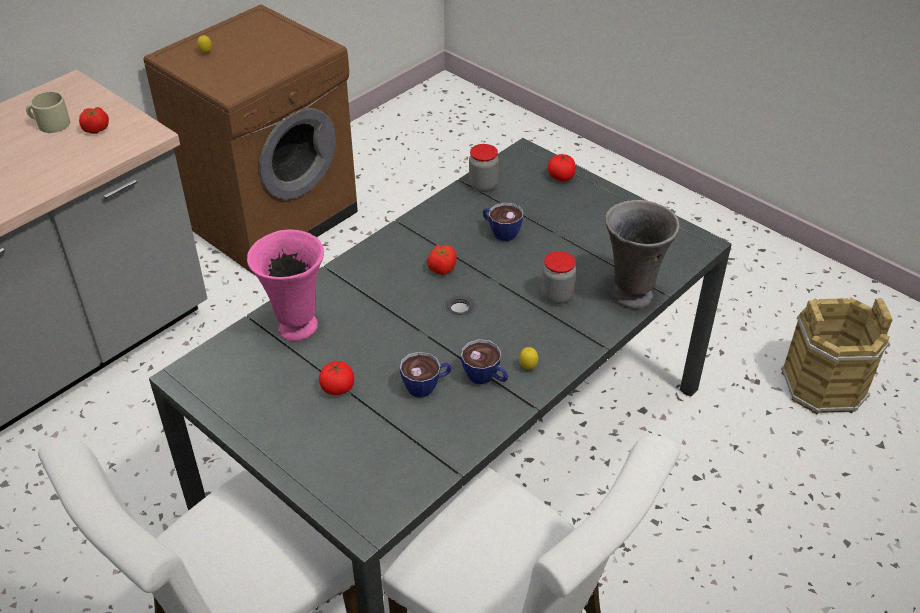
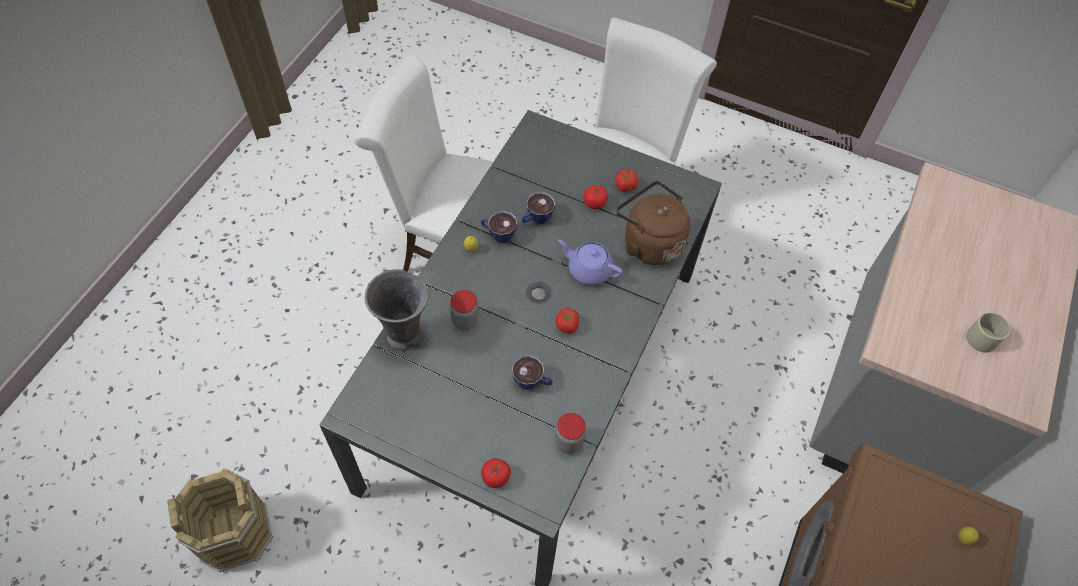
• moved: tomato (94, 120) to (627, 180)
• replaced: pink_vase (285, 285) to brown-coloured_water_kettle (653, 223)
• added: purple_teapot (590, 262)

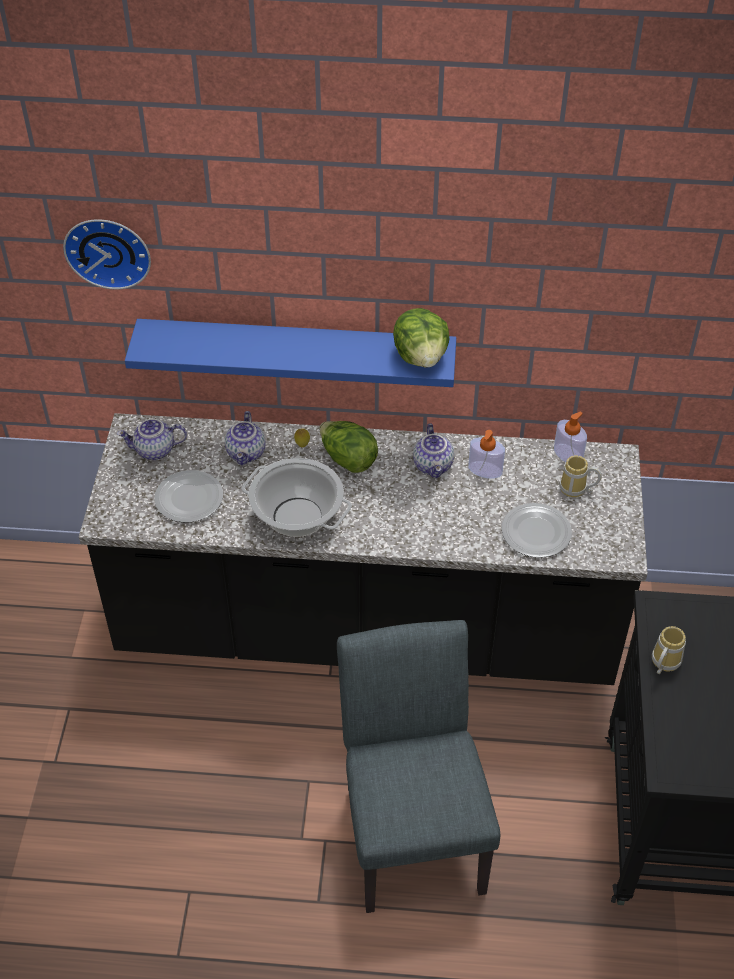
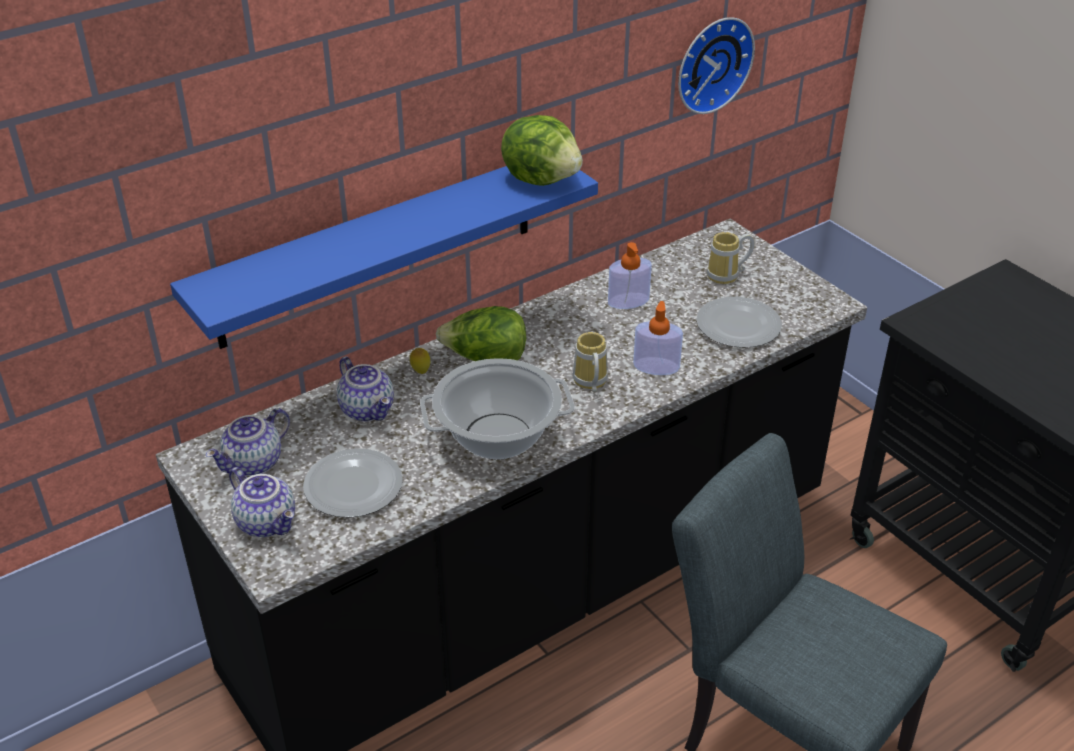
• moved: clock_on_the_wall (107, 254) to (716, 65)
• moved: teapot (433, 450) to (262, 502)
• moved: liquid_soap_bottle (570, 437) to (658, 338)
• moved: coffee_mug (669, 650) to (590, 362)

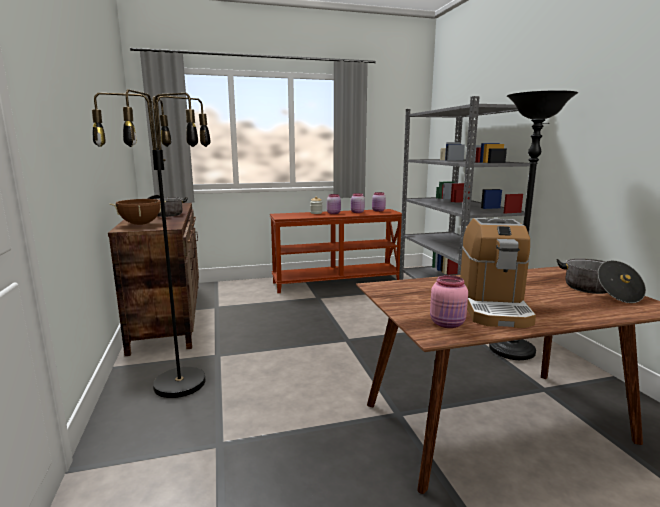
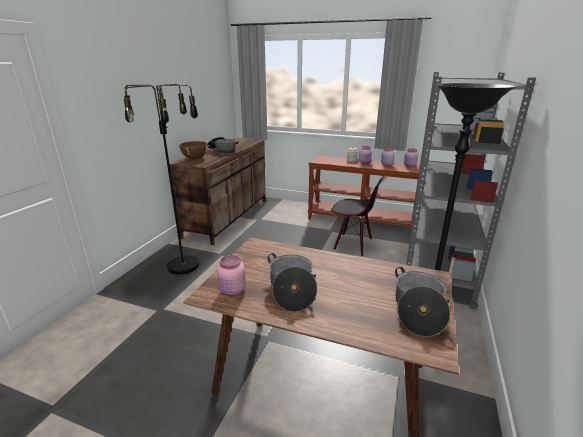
• replaced: coffee_machine (498, 273) to saucepot (292, 282)
• added: black_upright_chair (358, 216)

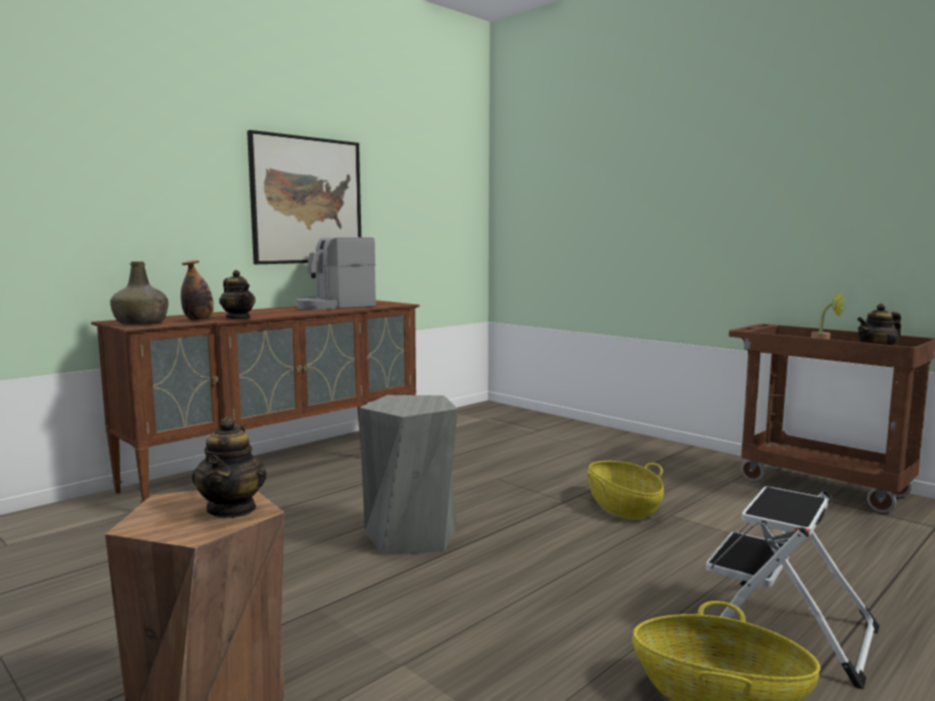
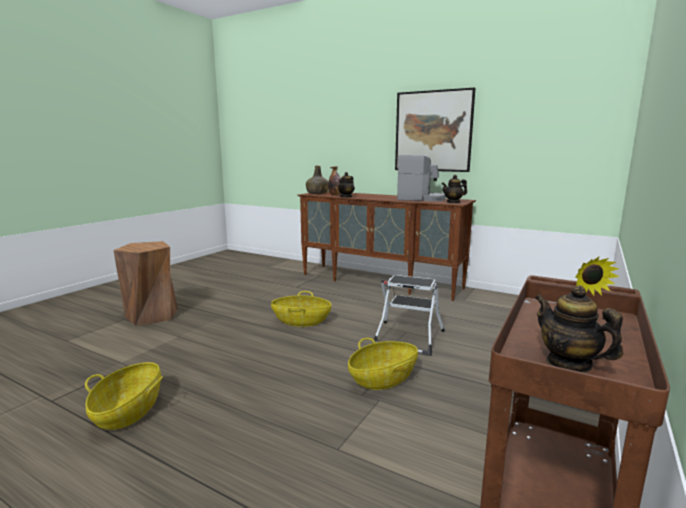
• moved: teapot (229, 467) to (454, 189)
• turned: coffee_machine (336, 273) = (421, 178) 150 degrees clockwise
• replaced: gray_stool_seat (408, 475) to basket (301, 309)
• moved: step_stool (792, 587) to (409, 315)

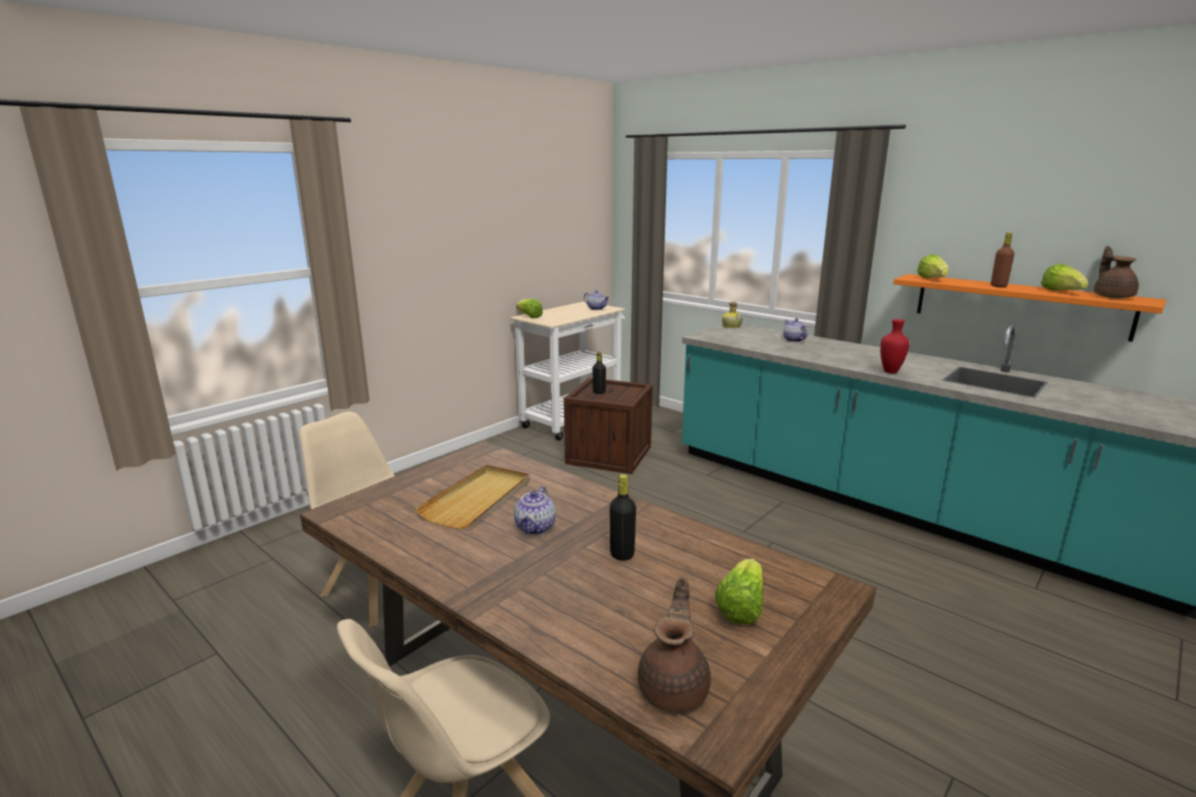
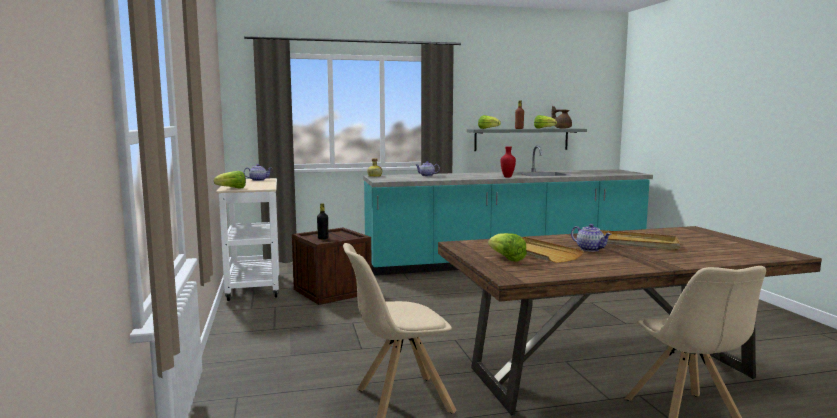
• replaced: black_drink_bottle (623, 517) to beige_serving_tray (640, 240)
• removed: brown-coloured_teapot (674, 644)
• moved: lettuce_head (739, 591) to (507, 247)
• recoloured: orangey_wall_shelf (1029, 308) to gray_wall_shelf (527, 139)

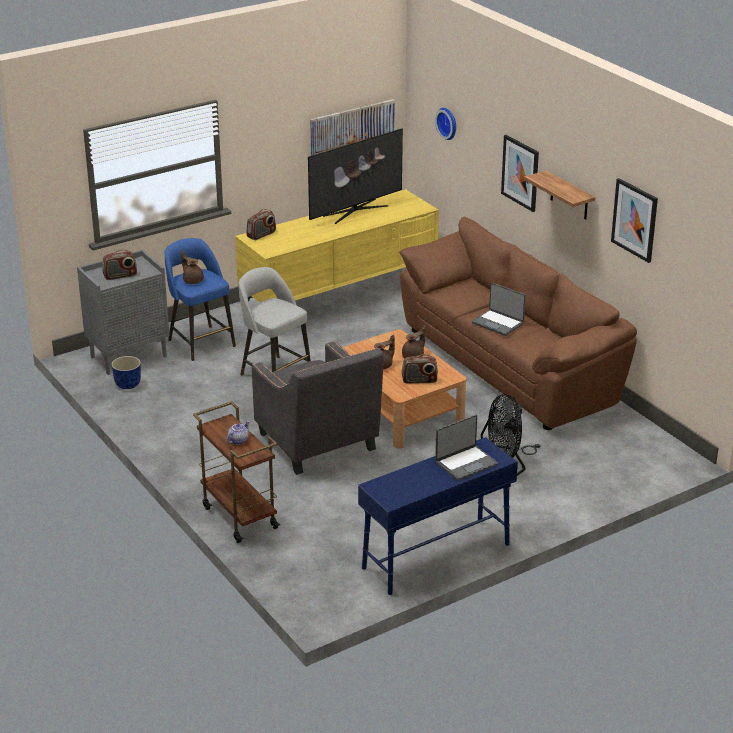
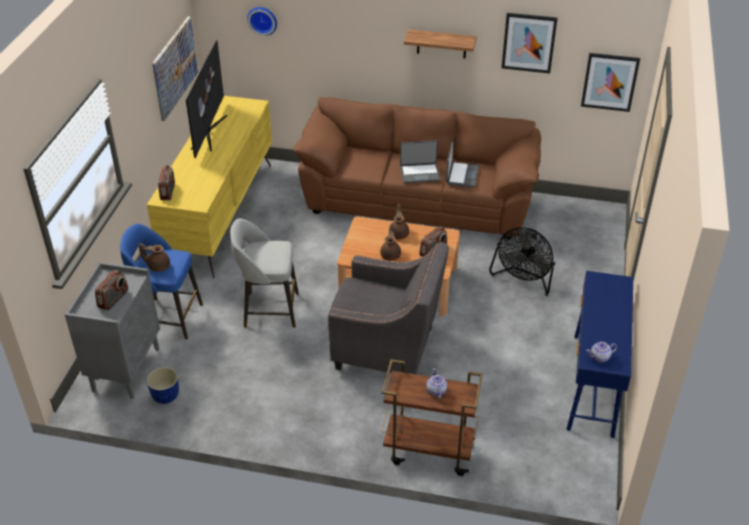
• moved: laptop (466, 448) to (462, 163)
• moved: picture (520, 173) to (610, 82)
• added: teapot (601, 352)

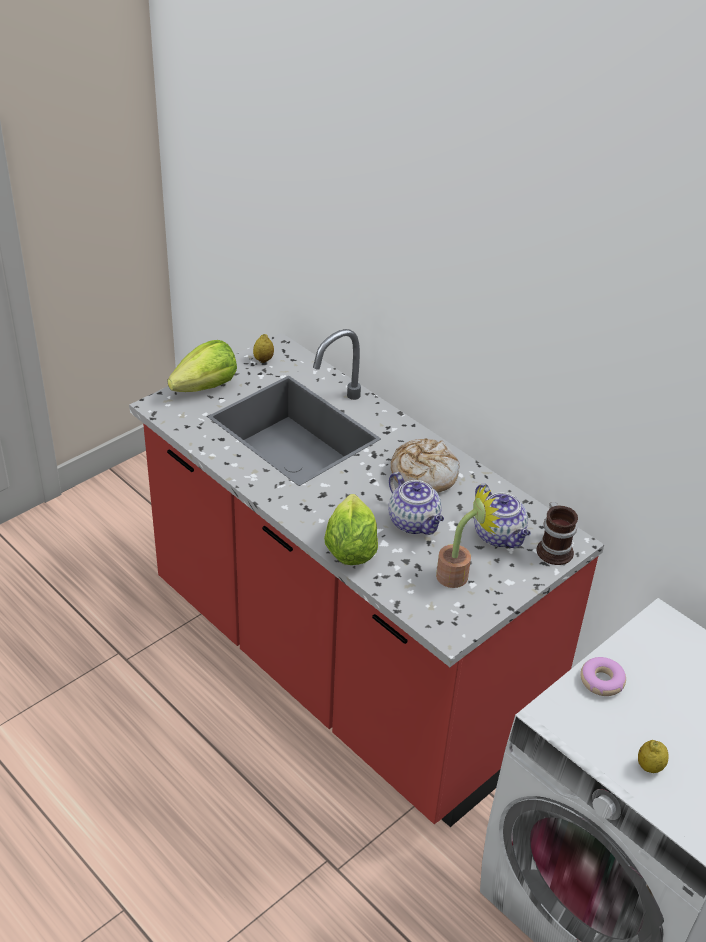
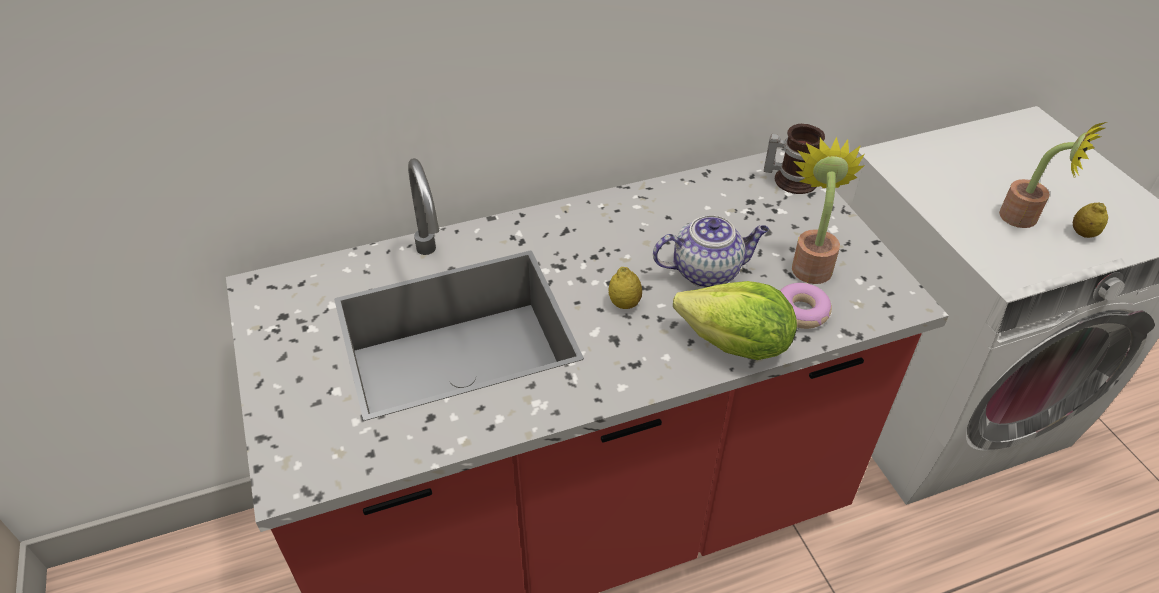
• removed: lettuce_head (202, 366)
• moved: whole_lemon (263, 348) to (625, 288)
• removed: baked_bread (425, 465)
• removed: teapot (502, 515)
• moved: donut (603, 676) to (806, 306)
• added: houseplant (1053, 175)

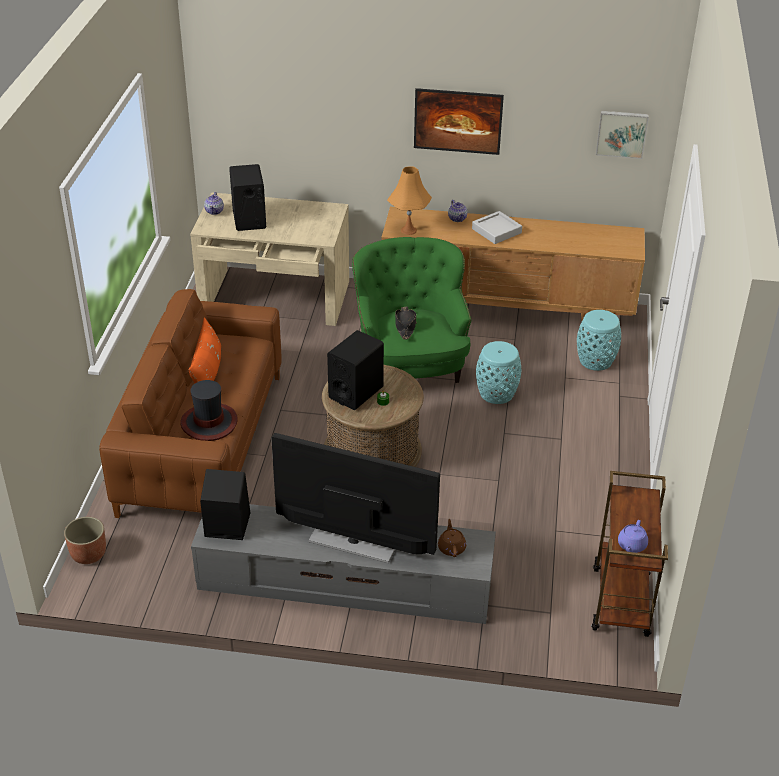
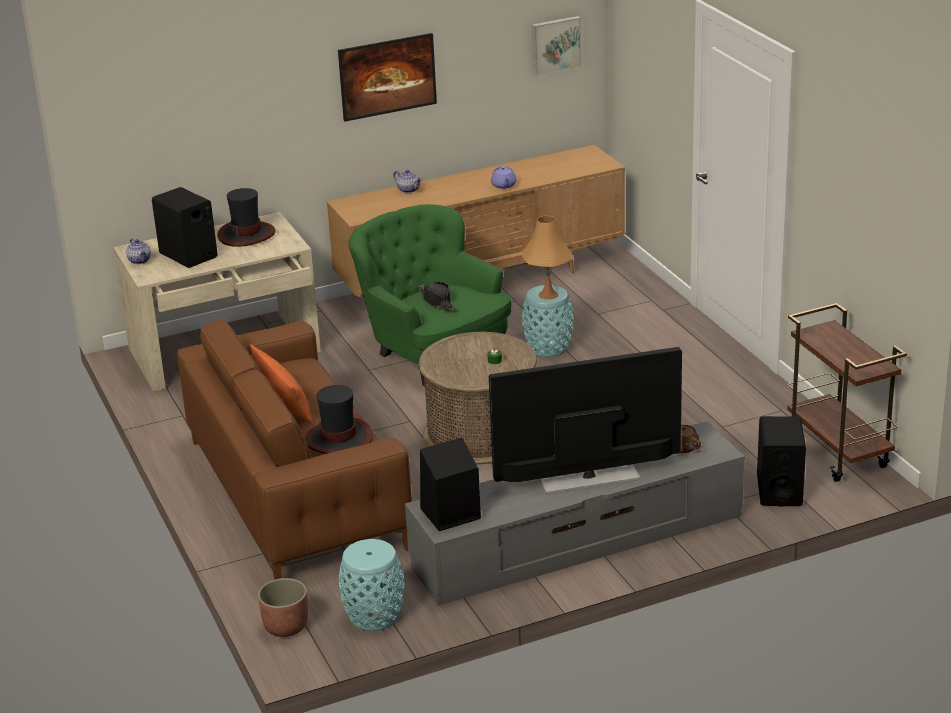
• moved: black_loudspeaker (355, 370) to (781, 461)
• moved: orangey_tabletop_lamp (409, 200) to (547, 257)
• removed: gray_serving_tray (497, 227)
• moved: turquoise_stool_seat (599, 340) to (371, 585)
• moved: purple_teapot (633, 536) to (504, 177)
• added: hat (246, 217)

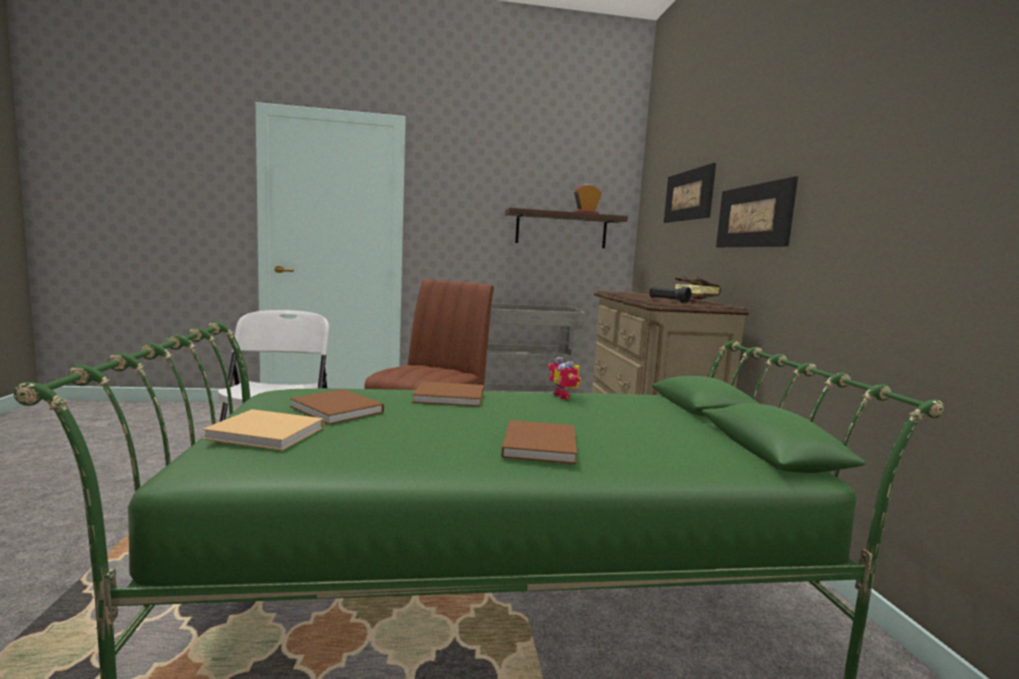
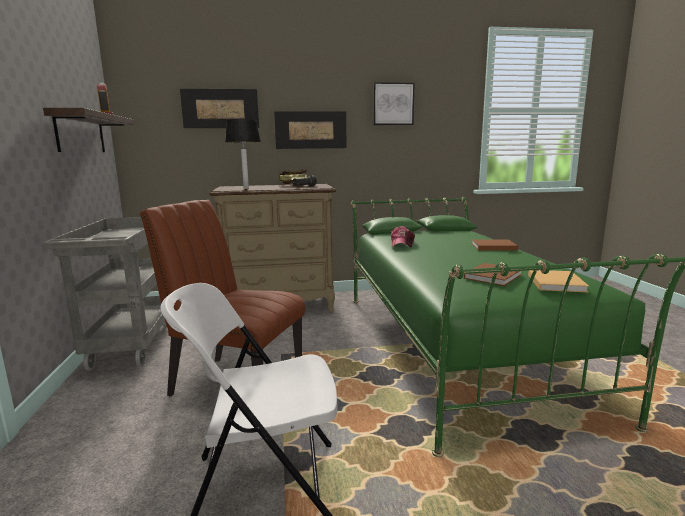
• removed: brown-coloured_bound_book (448, 394)
• replaced: model_robot (564, 378) to cap (403, 236)
• added: tabletop_lamp (243, 154)
• added: picture (394, 103)

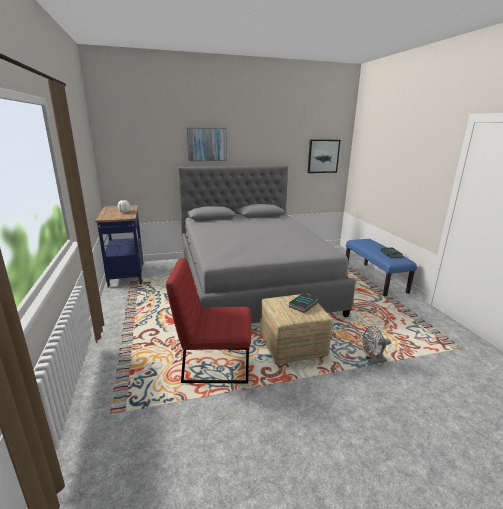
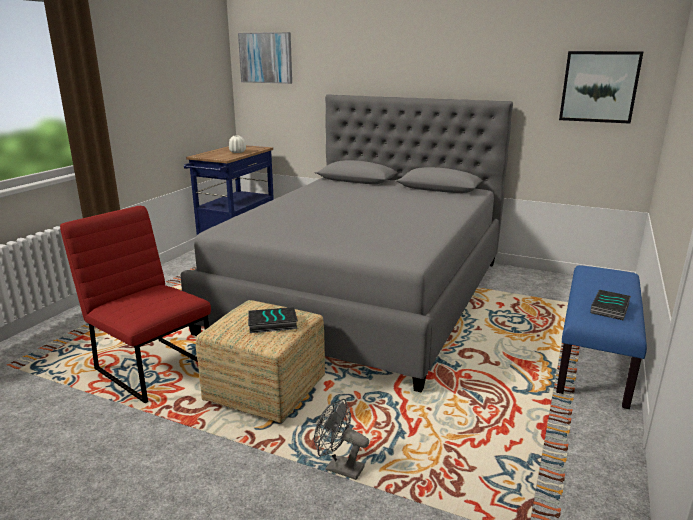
• moved: picture (207, 144) to (265, 58)

